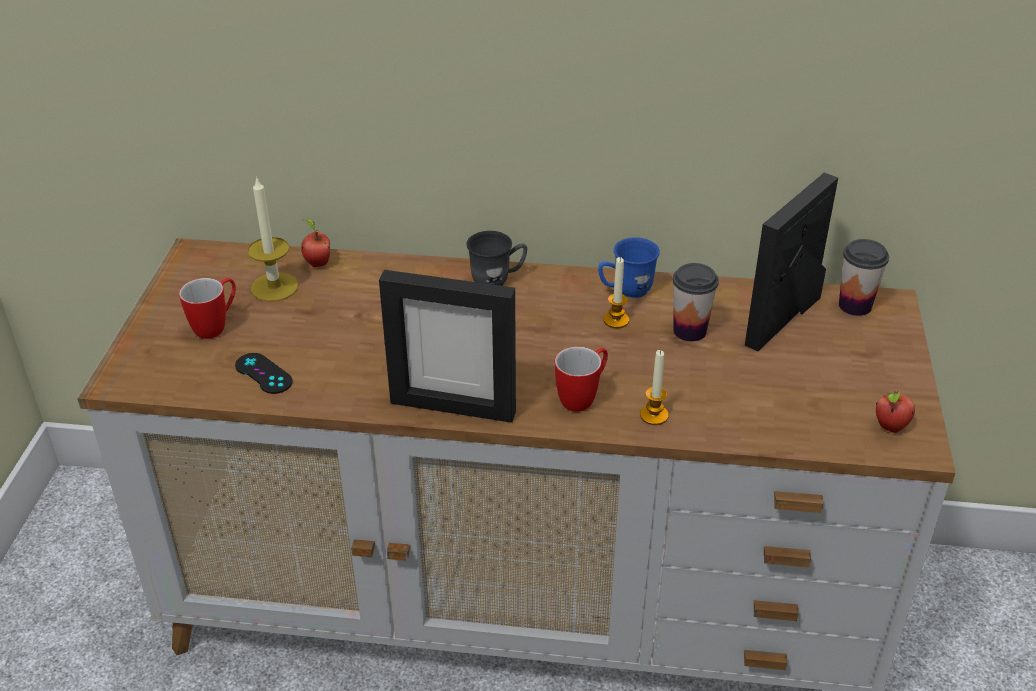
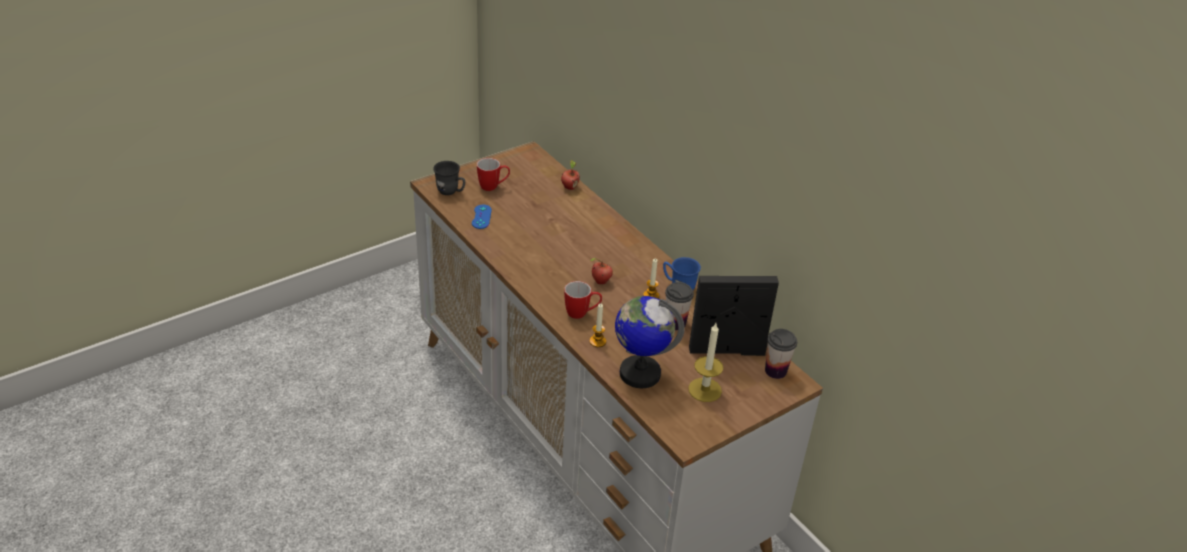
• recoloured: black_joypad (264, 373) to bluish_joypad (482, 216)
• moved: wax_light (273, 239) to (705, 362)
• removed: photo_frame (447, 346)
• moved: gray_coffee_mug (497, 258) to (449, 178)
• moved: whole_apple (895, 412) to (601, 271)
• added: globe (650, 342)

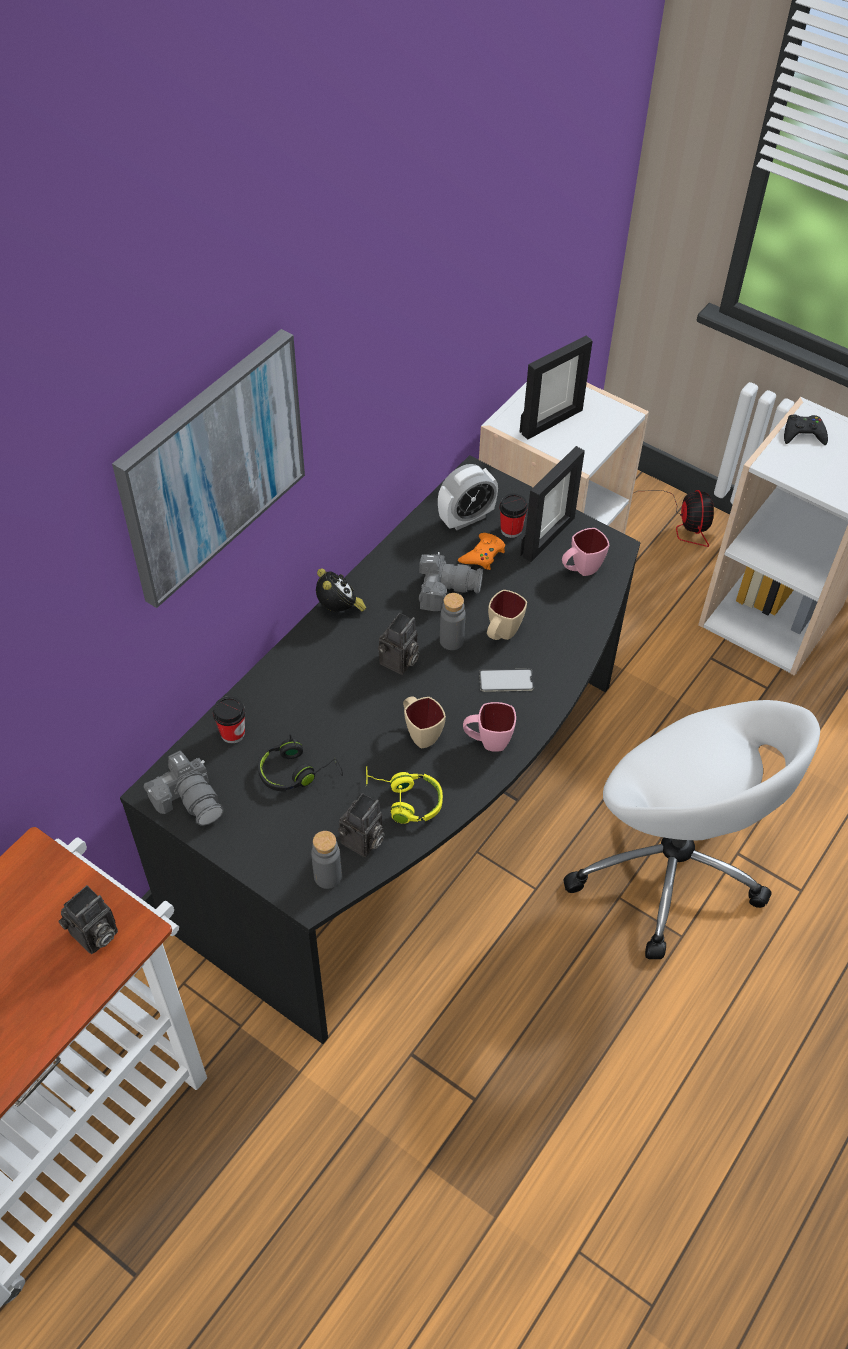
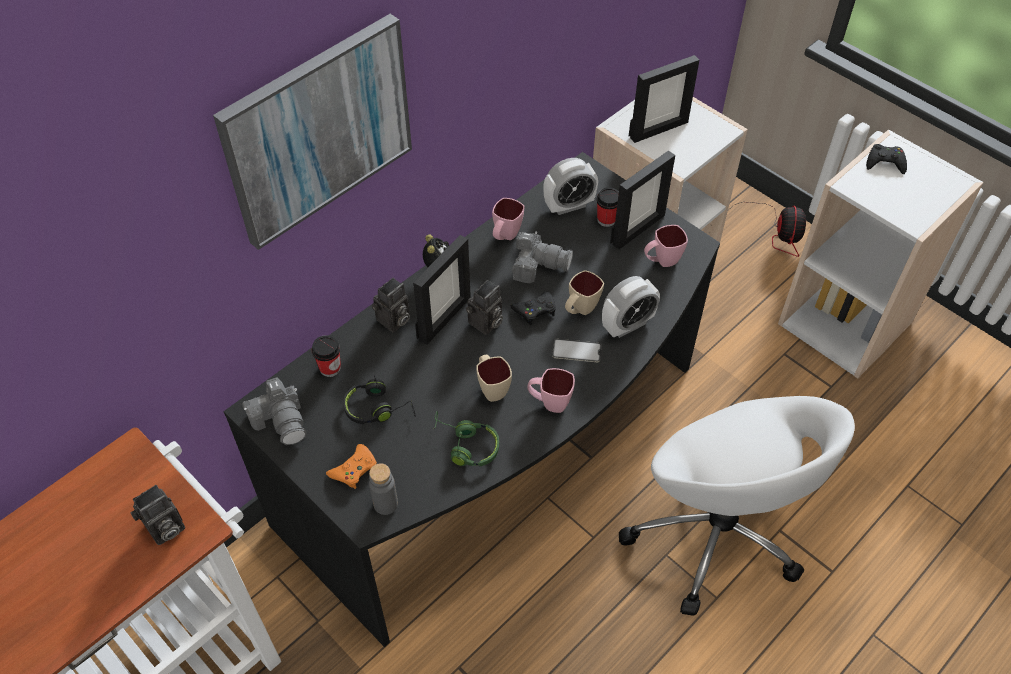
• moved: photo_camera (361, 825) to (390, 305)
• recoloured: yellow_headphones (404, 795) to green-coloured_headphones (466, 438)
• replaced: gray_drink_bottle (453, 621) to black_joypad (533, 308)
• moved: orangey_joypad (481, 551) to (351, 466)
• added: photo_frame (442, 289)
• added: pink_coffee_mug (508, 219)
• added: alarm_clock (631, 307)

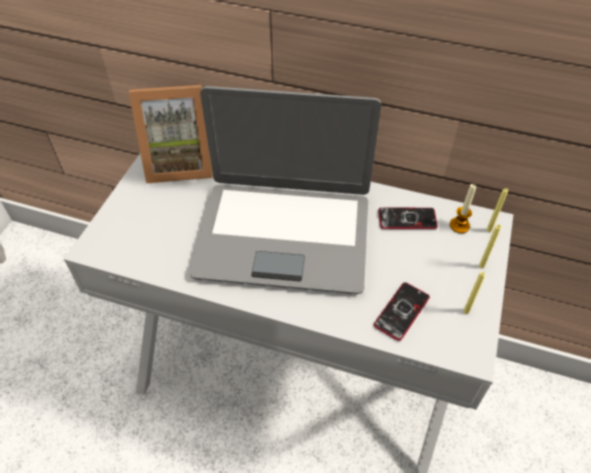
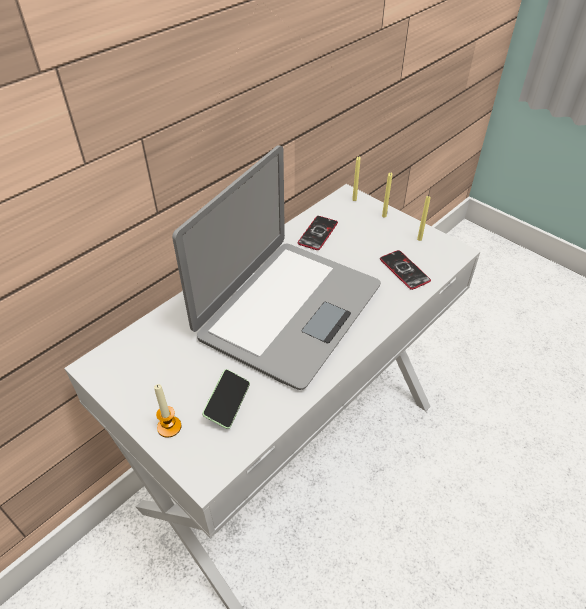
• removed: photo_frame (171, 134)
• moved: wax_light (463, 208) to (167, 411)
• added: phone (226, 399)

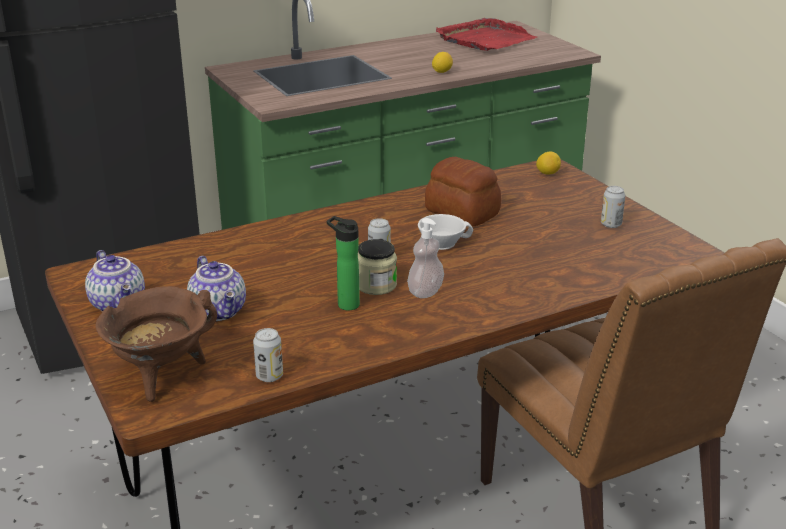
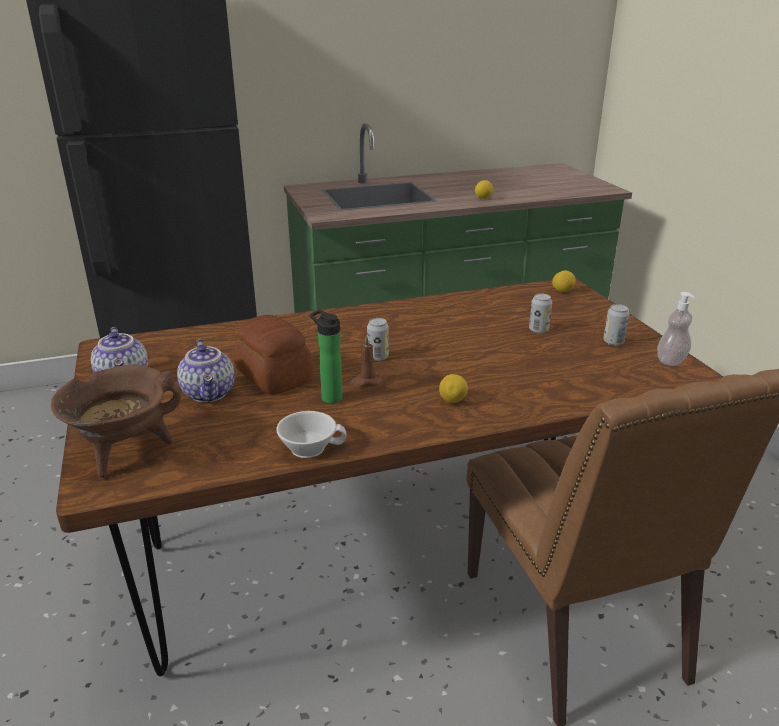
• moved: sealed_can (268, 355) to (540, 313)
• replaced: preserve_jar (377, 267) to brown-coloured_wax_light (366, 361)
• moved: liquid_soap_bottle (425, 258) to (676, 329)
• moved: white-coloured_small_cup (445, 232) to (311, 434)
• moved: baked_bread (463, 191) to (273, 355)
• removed: reddish_serving_tray (486, 34)
• added: whole_lemon (453, 388)

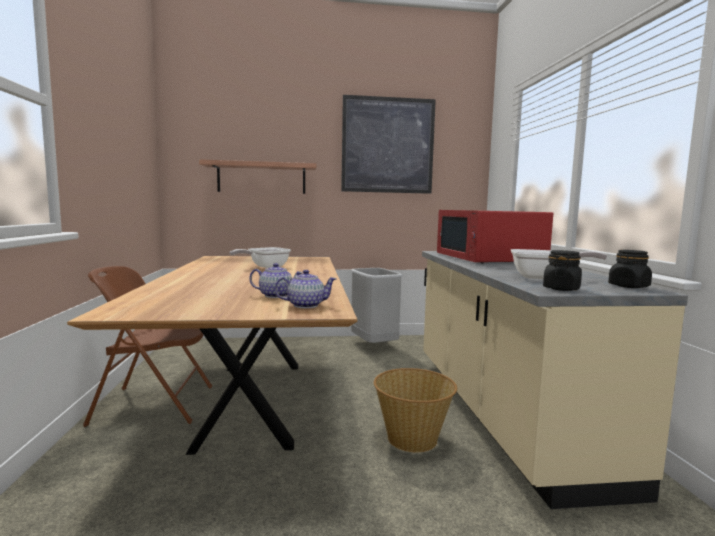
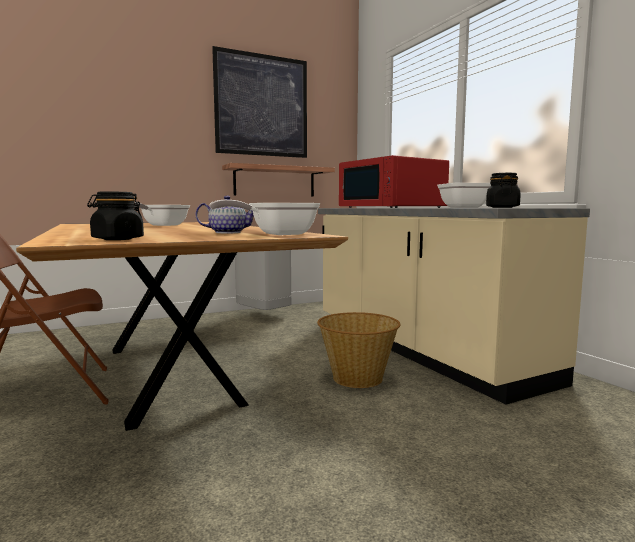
• moved: wall_shelf (257, 176) to (278, 179)
• replaced: teapot (306, 289) to skillet (264, 217)
• moved: black_preserve_jar (630, 269) to (115, 215)

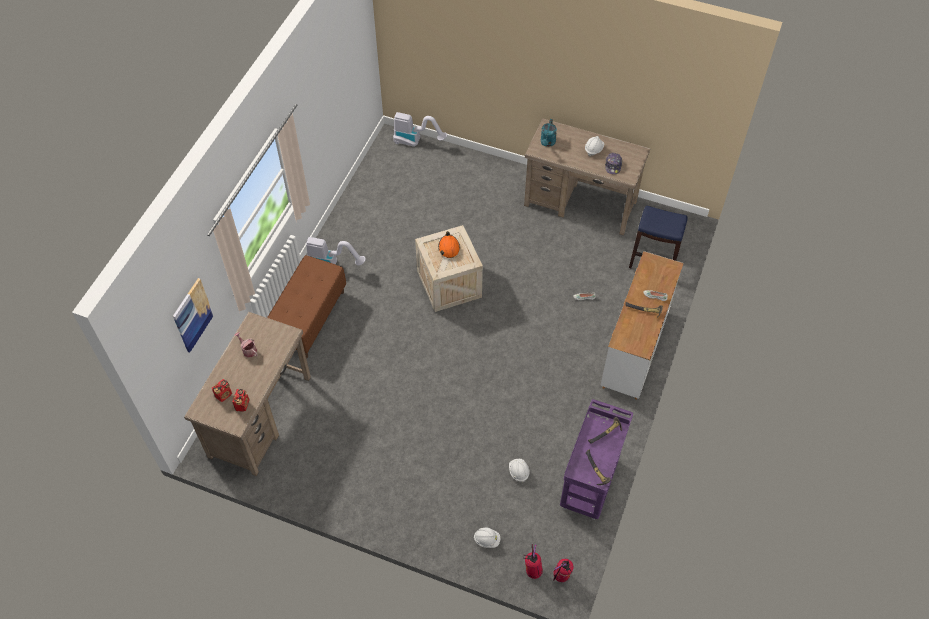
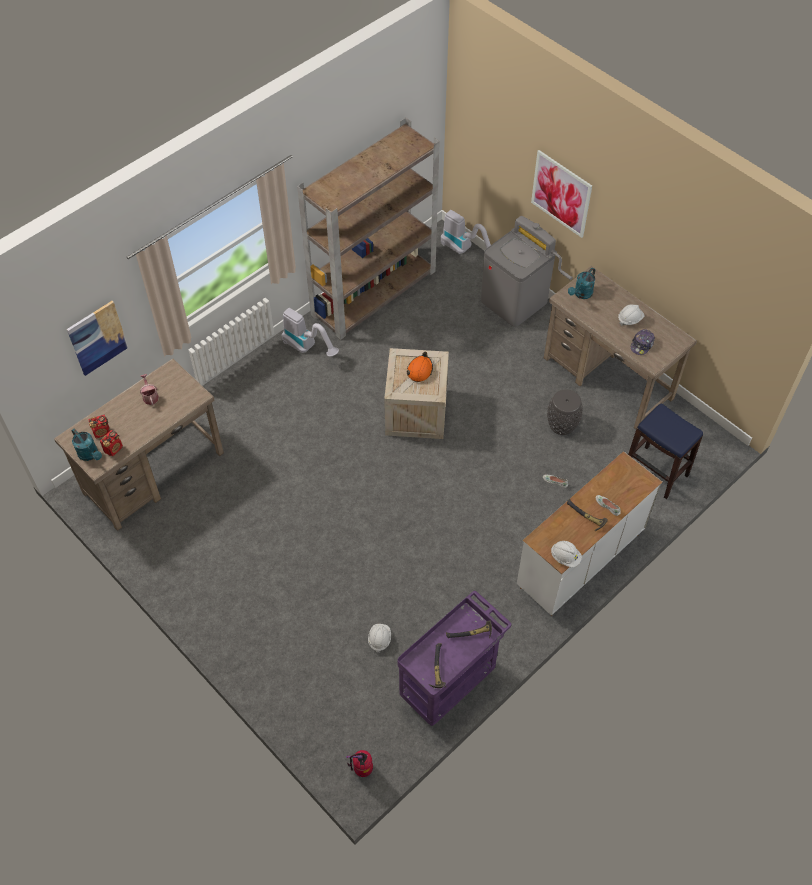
• removed: brown-coloured_long_seat (306, 306)
• moved: white-coloured_safety_helmet (486, 538) to (566, 554)
• removed: fire-fighting_cylinder (533, 561)
• added: turquoise_watering_can (86, 445)
• added: brown-coloured_bookshelf (368, 229)
• added: gray_laundry_machine (527, 271)
• added: picture (561, 194)
• added: gray_stool_seat (565, 412)

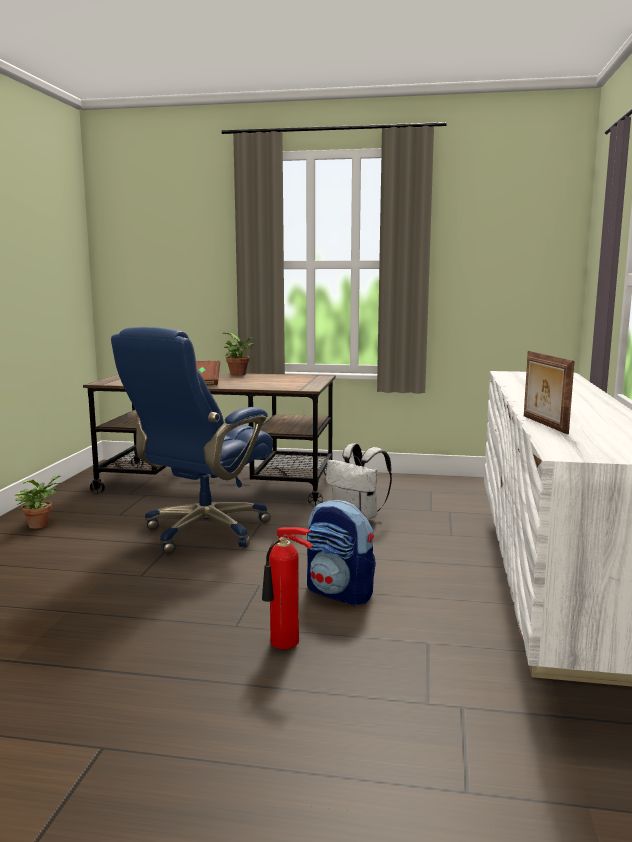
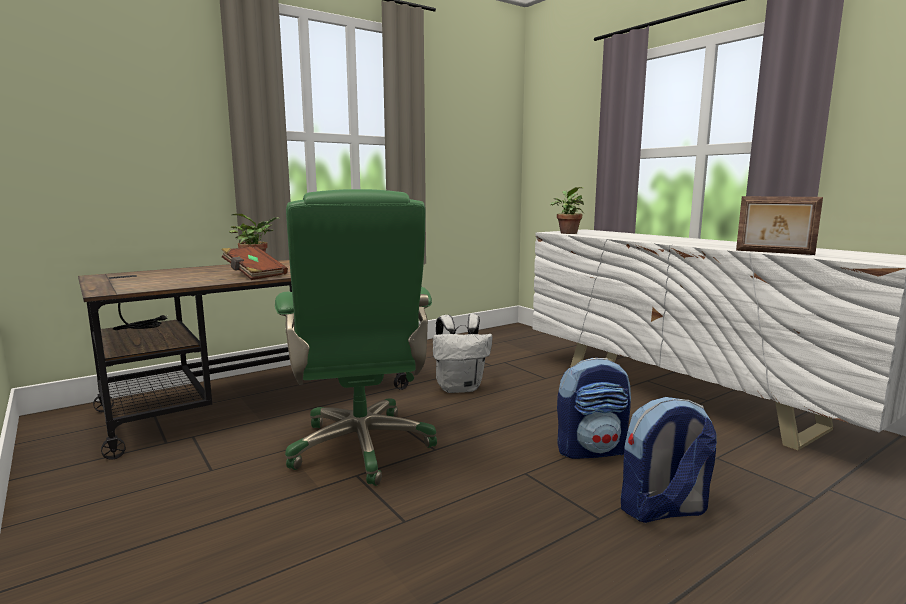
• moved: houseplant (38, 502) to (567, 210)
• recoloured: bluish_desk_chair (192, 440) to green-coloured_desk_chair (356, 337)
• replaced: fire-fighting_cylinder (287, 588) to backpack (669, 460)

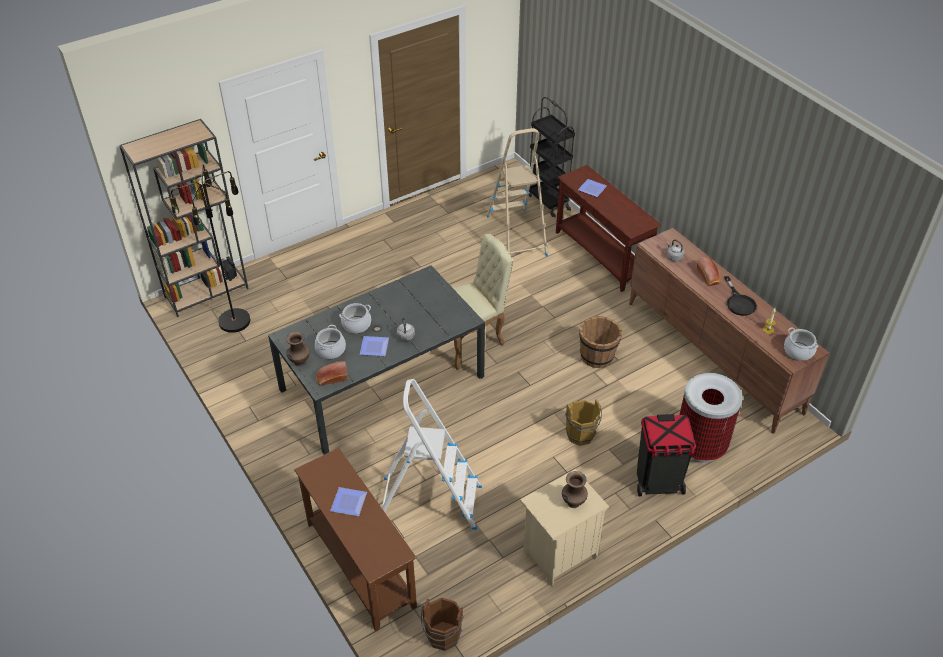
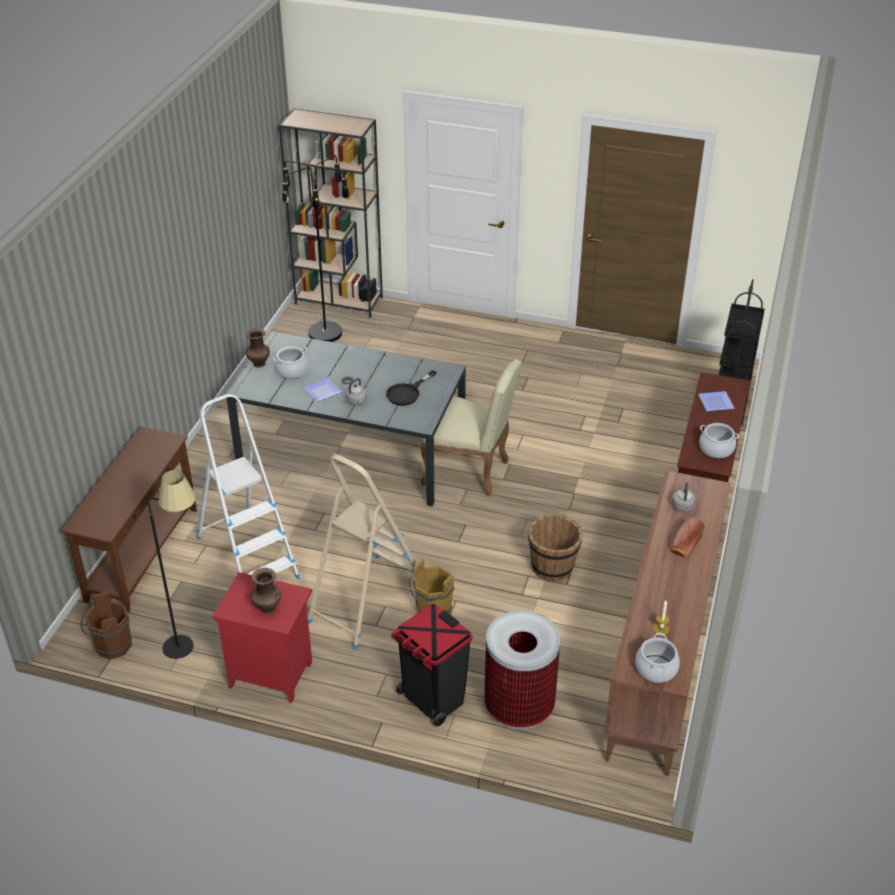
• removed: baked_bread (331, 373)
• removed: flat_dish (348, 501)
• moved: saucepot (355, 318) to (719, 441)
• moved: beige_step_stool (517, 192) to (362, 552)
• recoloured: beige_night_table (564, 527) to reddish_night_table (262, 637)
• moved: black_skillet (740, 296) to (411, 388)
• added: black_standing_lamp (171, 564)

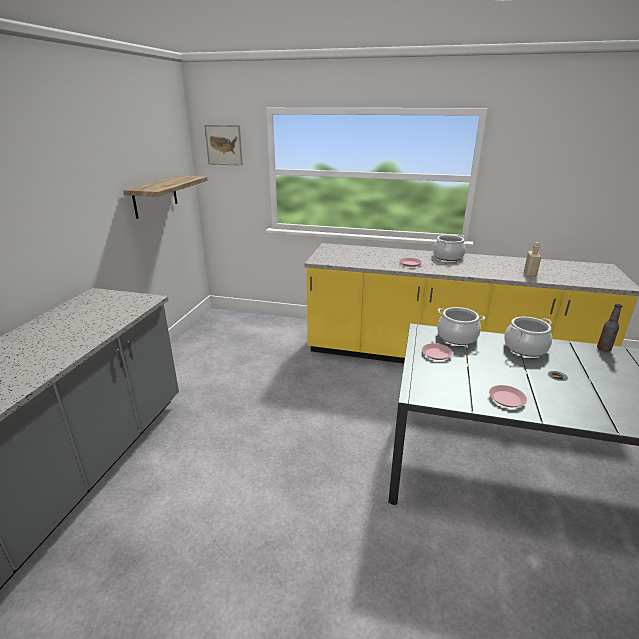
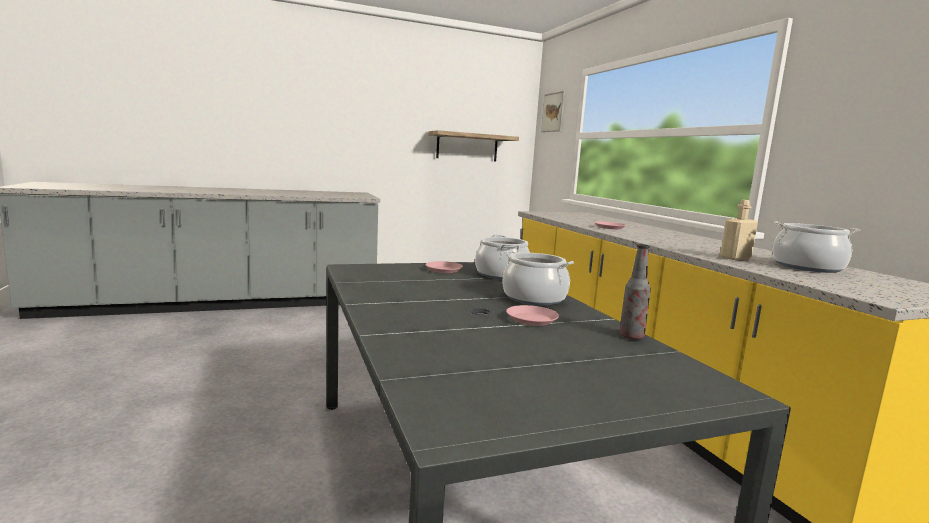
• moved: saucepot (449, 248) to (816, 247)
• moved: pink_flat_dish (508, 396) to (532, 315)

